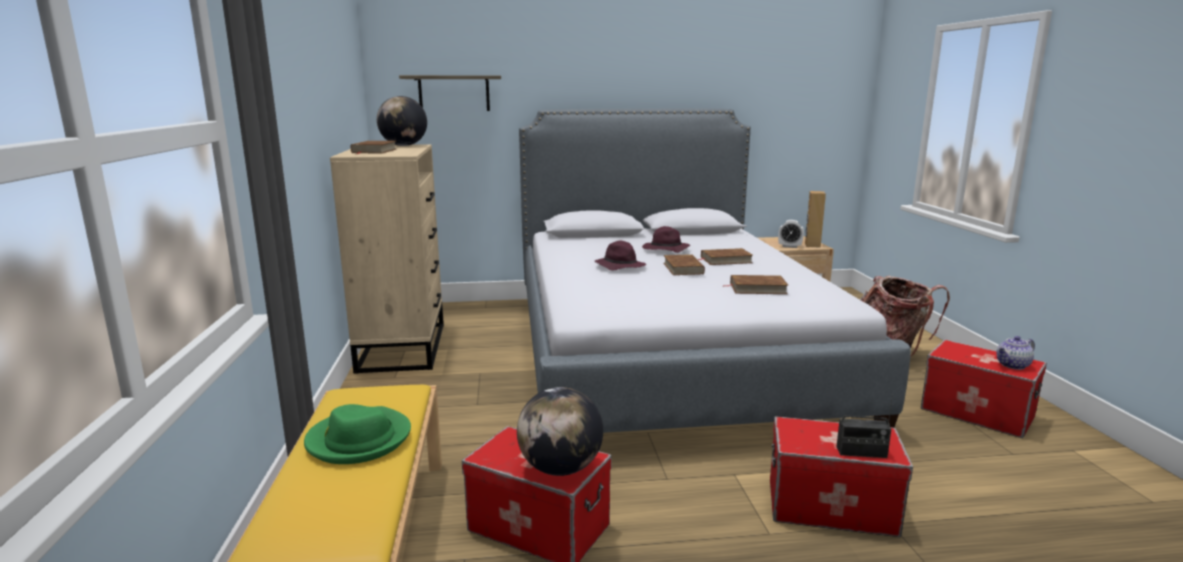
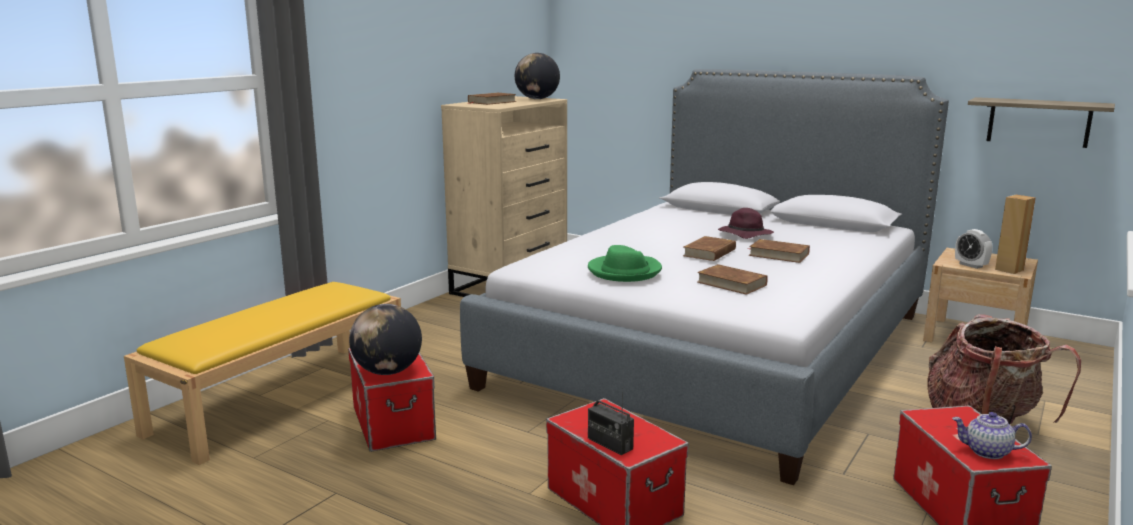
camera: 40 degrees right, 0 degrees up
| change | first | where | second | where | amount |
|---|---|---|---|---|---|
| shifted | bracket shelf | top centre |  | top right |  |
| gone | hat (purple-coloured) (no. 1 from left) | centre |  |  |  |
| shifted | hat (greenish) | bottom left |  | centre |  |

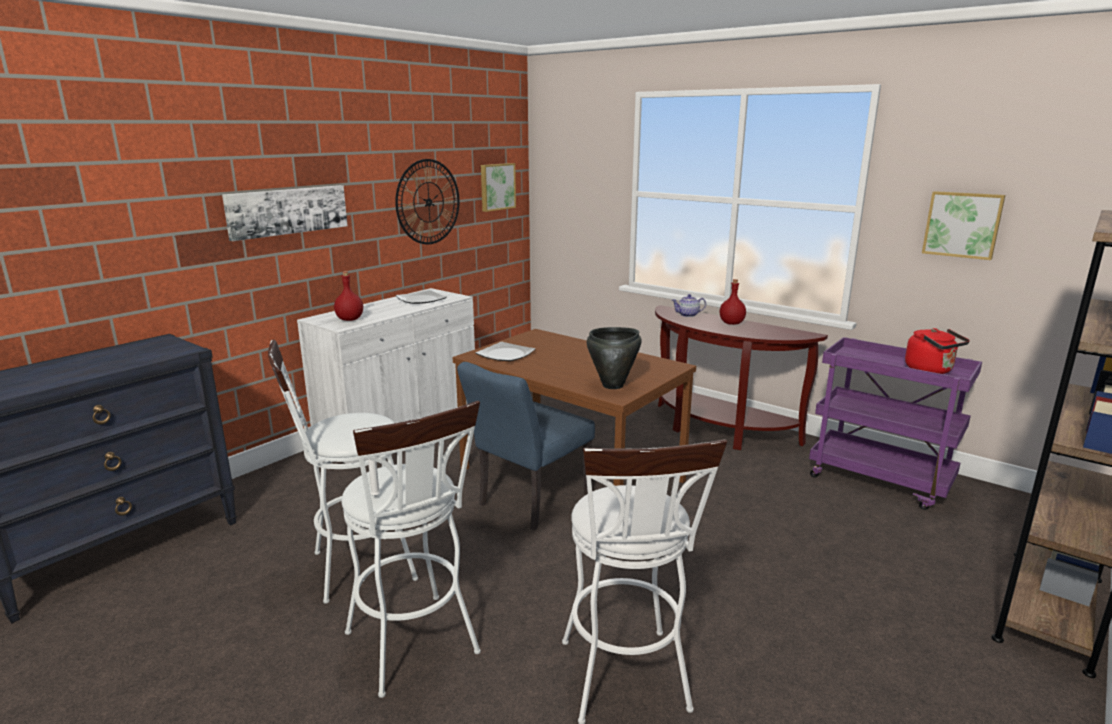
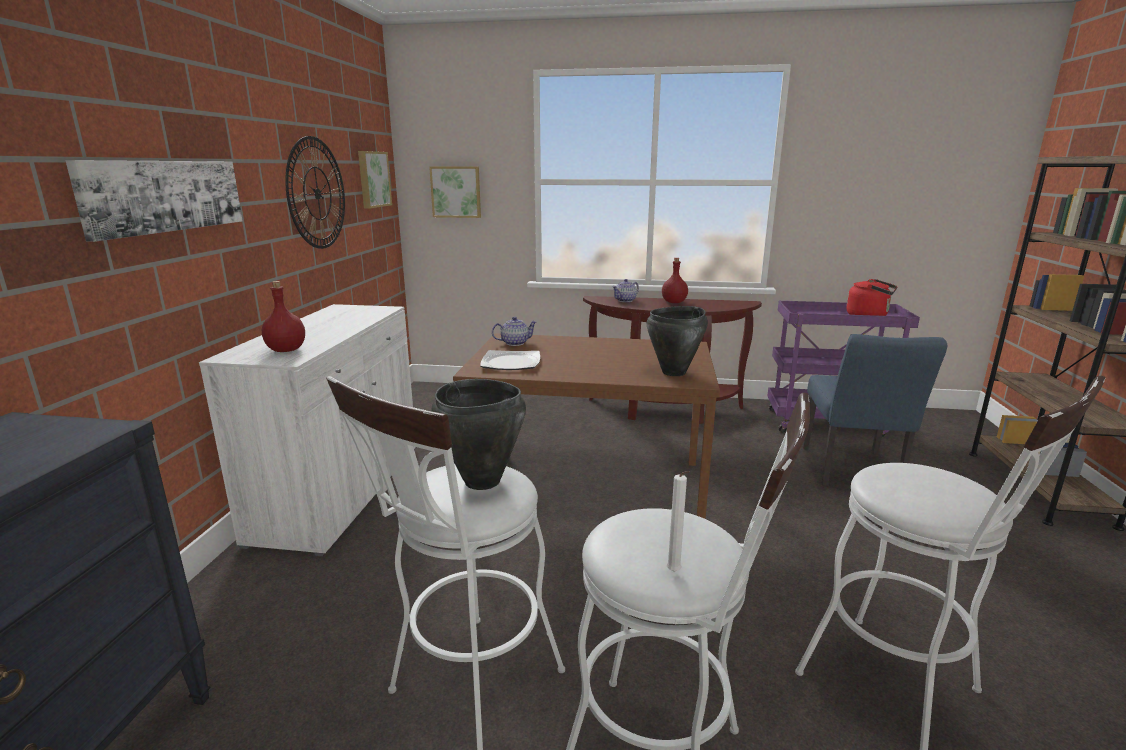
camera: 30 degrees left, 0 degrees up
| change | first | where | second | where | amount |
|---|---|---|---|---|---|
| shifted | wall picture (no. 3 from left) | top right |  | top centre |  |
| gone | plate (no. 1 from left) | centre |  |  |  |
| shifted | chair (bluish) | centre |  | middle right |  |
| new |  |  | teapot (no. 1 from left) | centre |  |
| new |  |  | stockpot (blackish) (no. 1 from left) | centre |  |

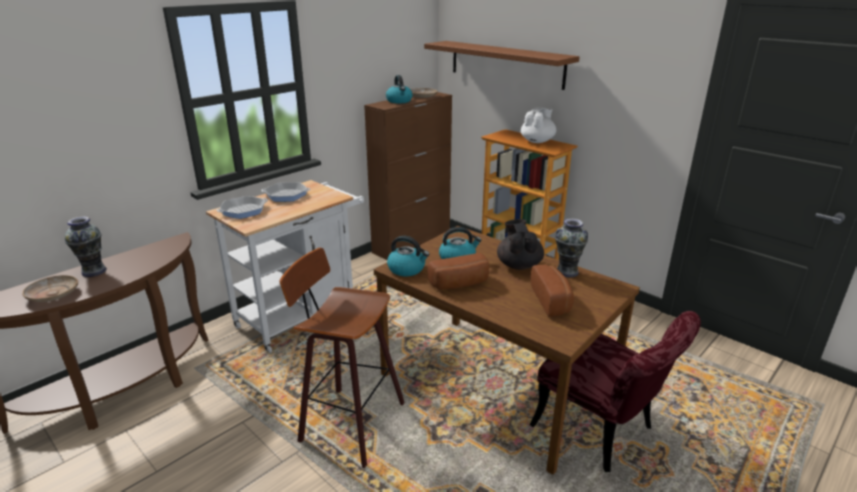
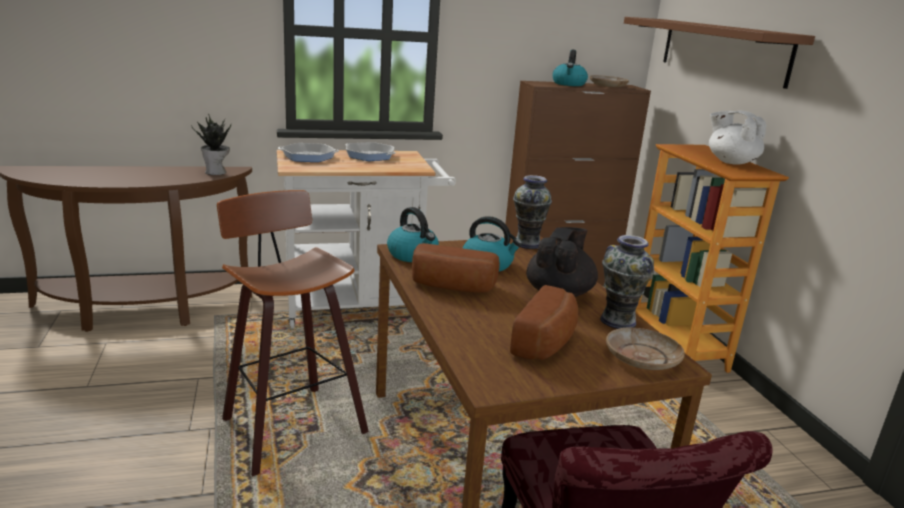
camera: 30 degrees right, 5 degrees down
| change | first | where | second | where | amount |
|---|---|---|---|---|---|
| rotated | teapot (white) | top centre |  | top right | 105 degrees counterclockwise |
| shifted | decorative vase (no. 1 from left) | middle left |  | centre |  |
| shifted | plate (sand-coloured) (no. 1 from left in the first image) | middle left | plate (sand-coloured) (no. 2 from left) | bottom right |  |
| new |  |  | houseplant | top left |  |

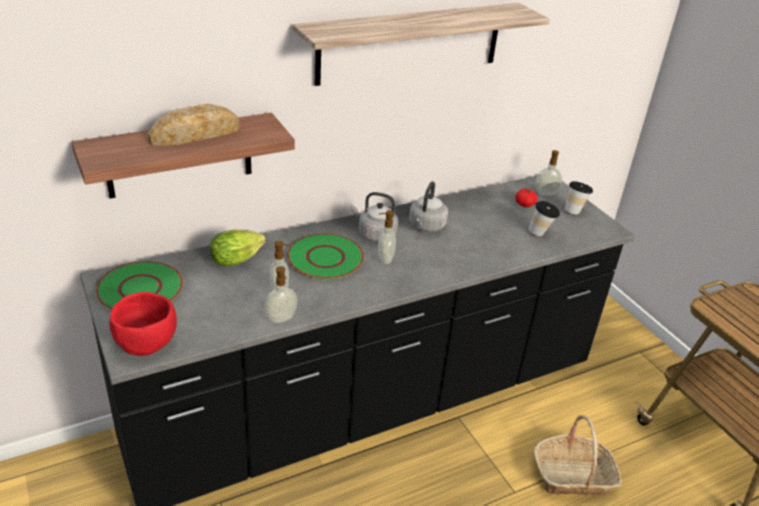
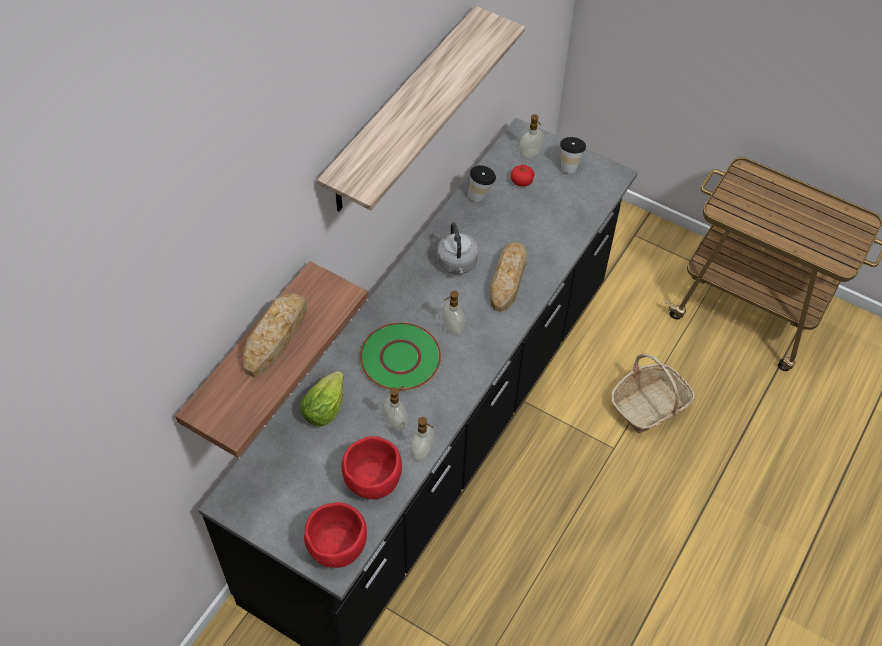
camera: 30 degrees left, 20 degrees up
| change | first | where | second | where | amount |
|---|---|---|---|---|---|
| gone | kettle (grey) (no. 1 from left) | centre |  |  |  |
| shifted | drinking cup (no. 1 from left) | middle right |  | top centre |  |
| gone | plate (greenish) (no. 1 from left) | middle left |  |  |  |
| new |  |  | baked bread (no. 2 from left) | centre |  |
| new |  |  | serving bowl (red) (no. 2 from left) | bottom centre |  |

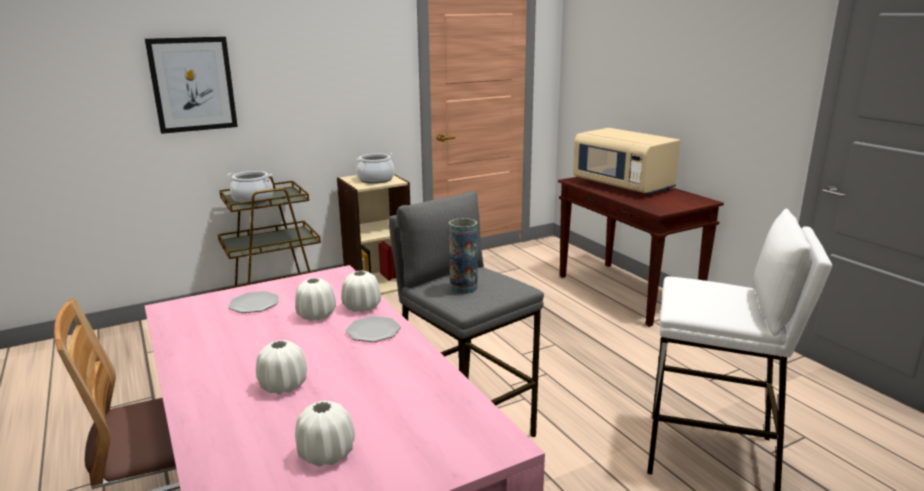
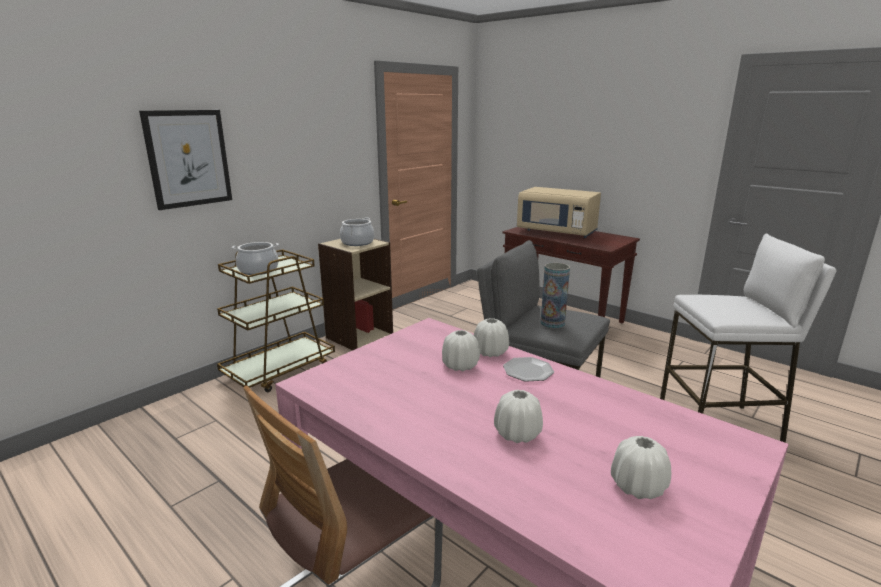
camera: 20 degrees left, 0 degrees up
| change | first | where | second | where | amount |
|---|---|---|---|---|---|
| gone | plate (no. 1 from left) | middle left |  |  |  |

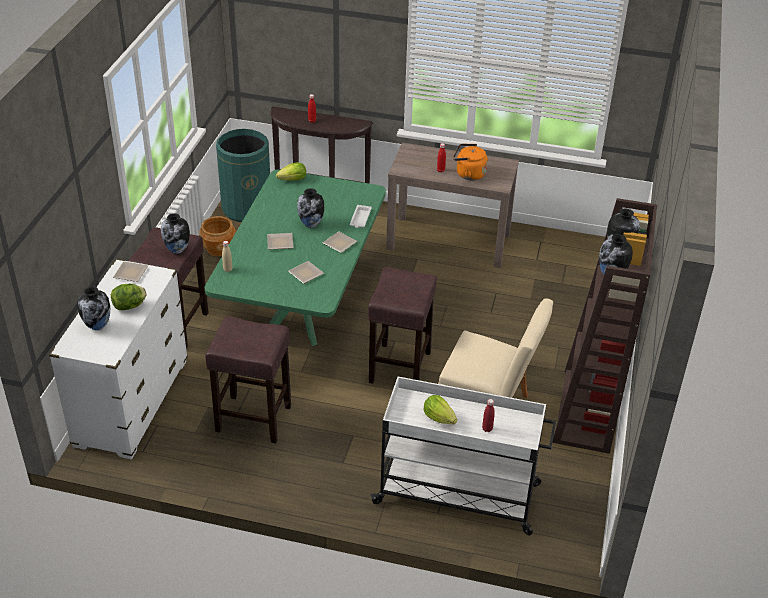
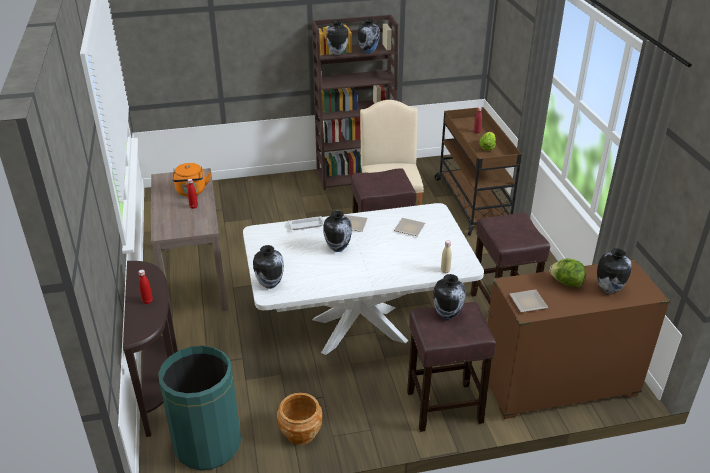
camera: 115 degrees left, 5 degrees down
| change | first | where | second | where | amount |
|---|---|---|---|---|---|
| swapped | lettuce (no. 2 from left) | top centre | decorative vase (no. 1 from left) | centre |  |
| repainted | dining table (greenish) | centre | dining table (white) | centre |  |
| gone | plate (no. 2 from left) | centre |  |  |  |
| repainted | chest of drawers (white) | middle left | chest of drawers (brownish) | bottom right |  |
| repainted | cart (white) | bottom centre | cart (brownish) | middle right |  |

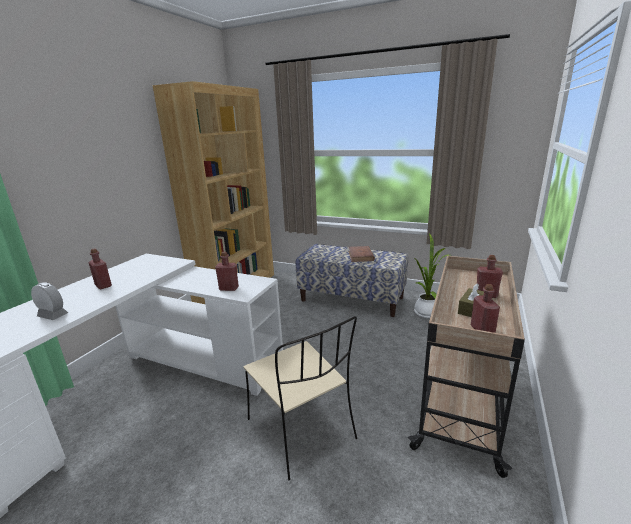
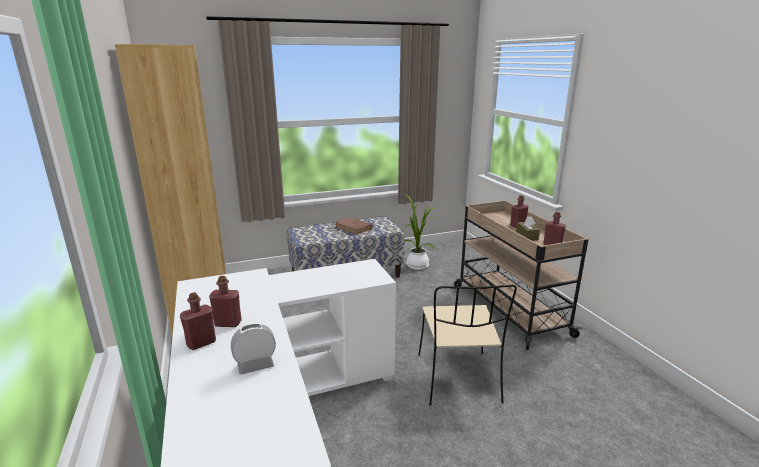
camera: 45 degrees left, 0 degrees up
| change | first | where | second | where | amount |
|---|---|---|---|---|---|
| shifted | beverage bottle (red) (no. 2 from left in the first image) | centre | beverage bottle (red) (no. 1 from left) | bottom left |  |
| rotated | chair (sand-coloured) | bottom centre |  | bottom centre | 75 degrees clockwise |

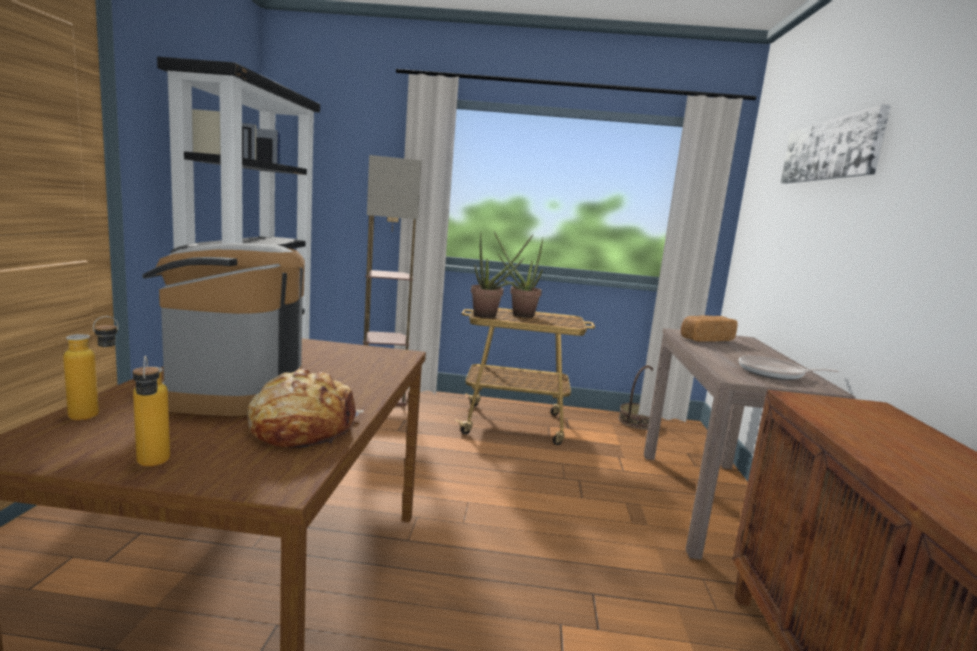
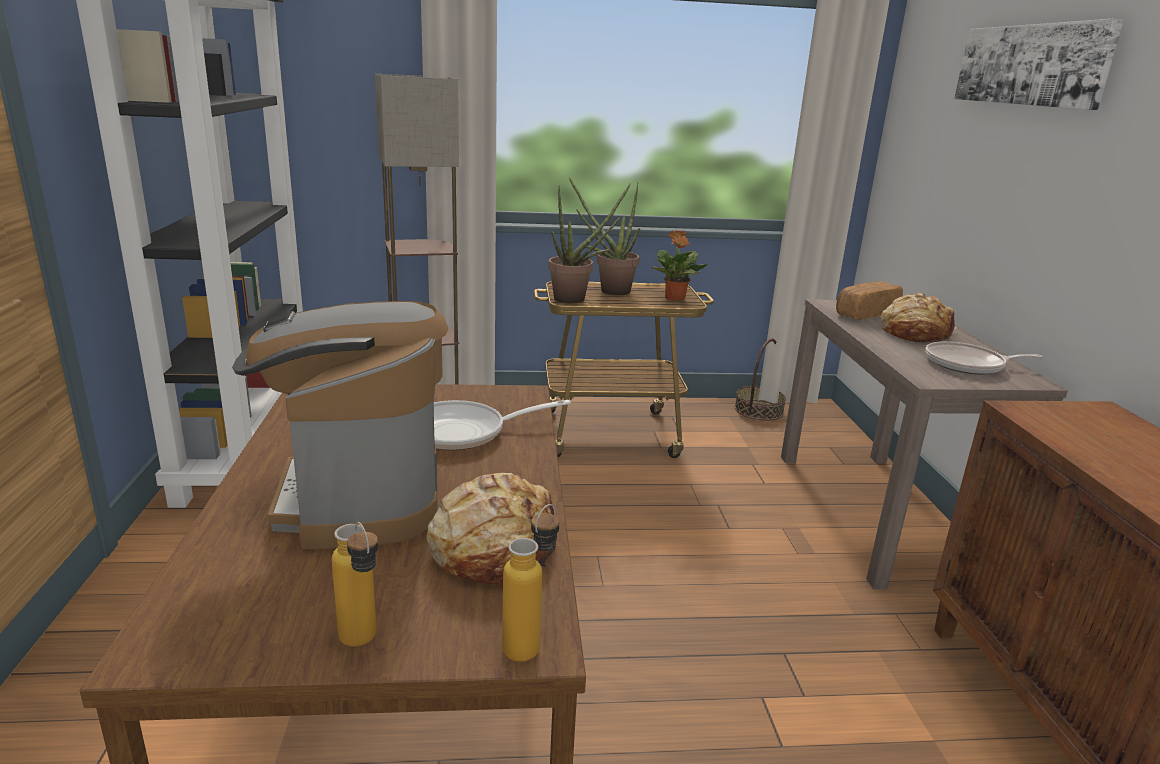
camera: 10 degrees left, 10 degrees up
| change | first | where | second | where | amount |
|---|---|---|---|---|---|
| shifted | beverage bottle (no. 1 from left in the first image) | middle left | beverage bottle (no. 2 from left) | bottom centre |  |
| new |  |  | houseplant (no. 3 from left) | centre |  |
| new |  |  | baked bread (no. 3 from left) | middle right |  |
| new |  |  | skillet (no. 1 from left) | centre |  |

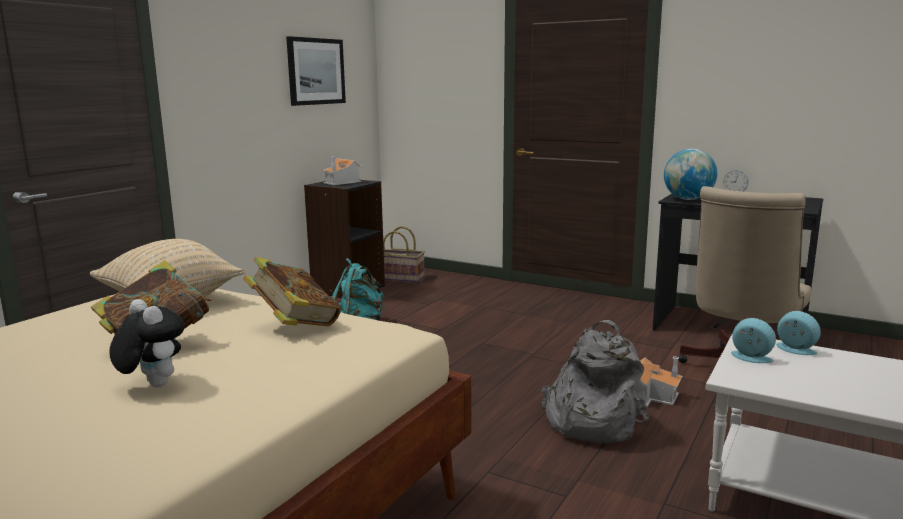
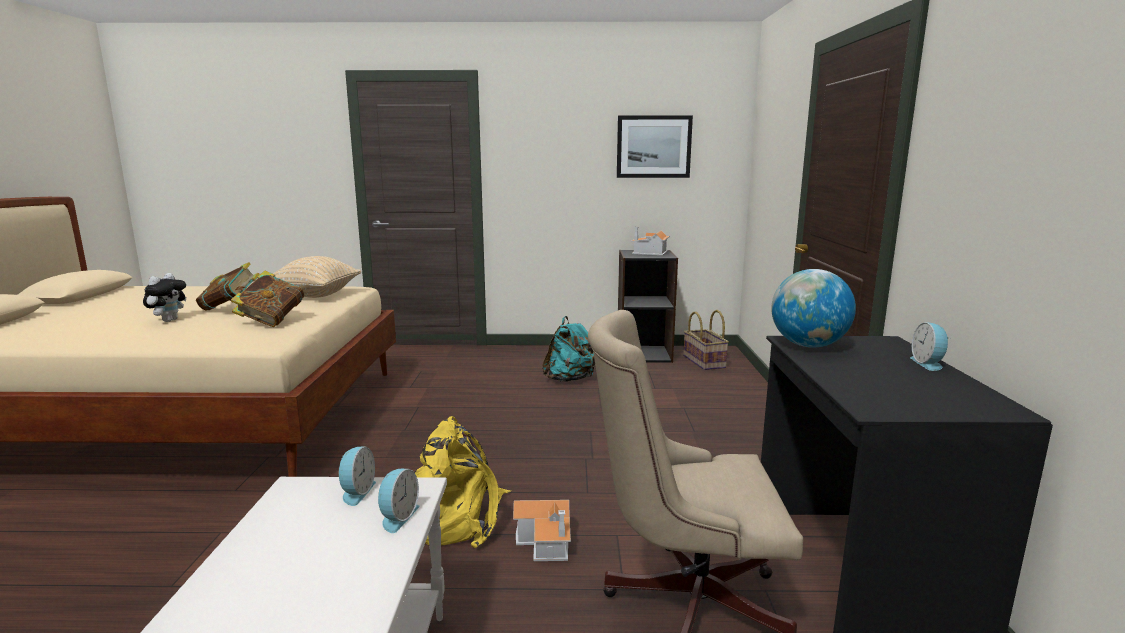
camera: 60 degrees right, 0 degrees up
| change | first | where | second | where | amount |
|---|---|---|---|---|---|
| repainted | backpack (grey) | bottom centre | backpack (yellowish) | bottom centre |  |

